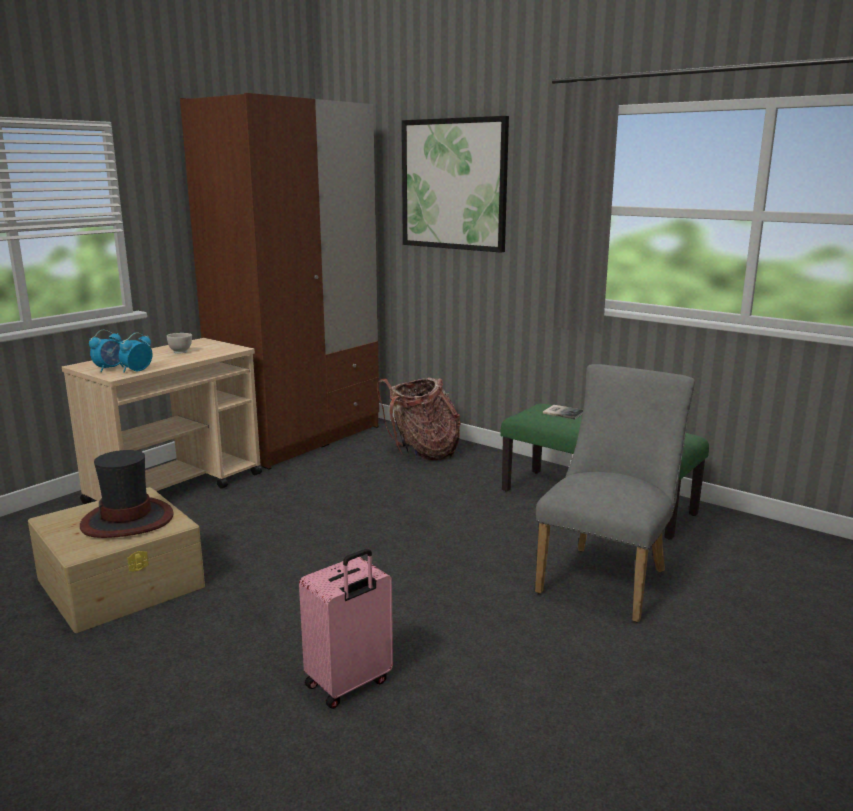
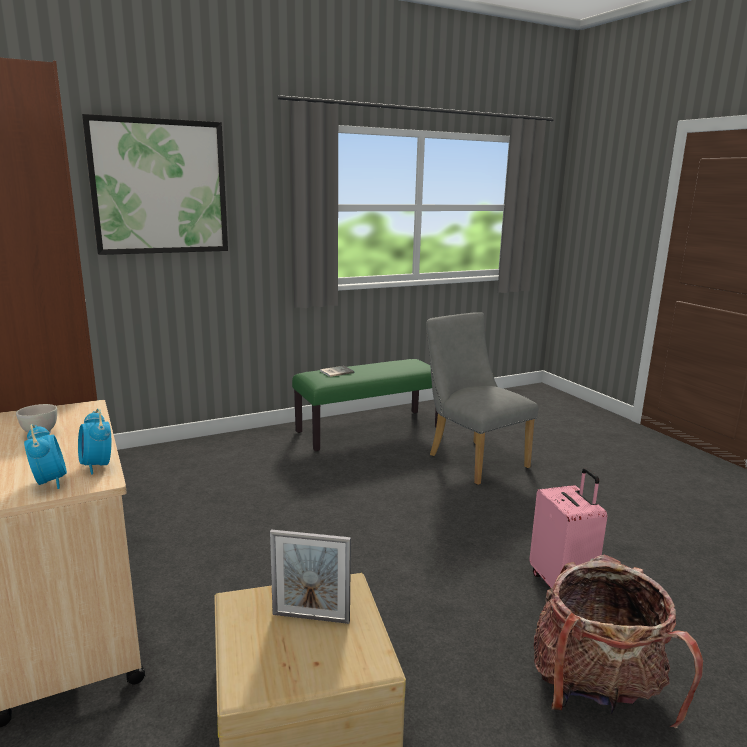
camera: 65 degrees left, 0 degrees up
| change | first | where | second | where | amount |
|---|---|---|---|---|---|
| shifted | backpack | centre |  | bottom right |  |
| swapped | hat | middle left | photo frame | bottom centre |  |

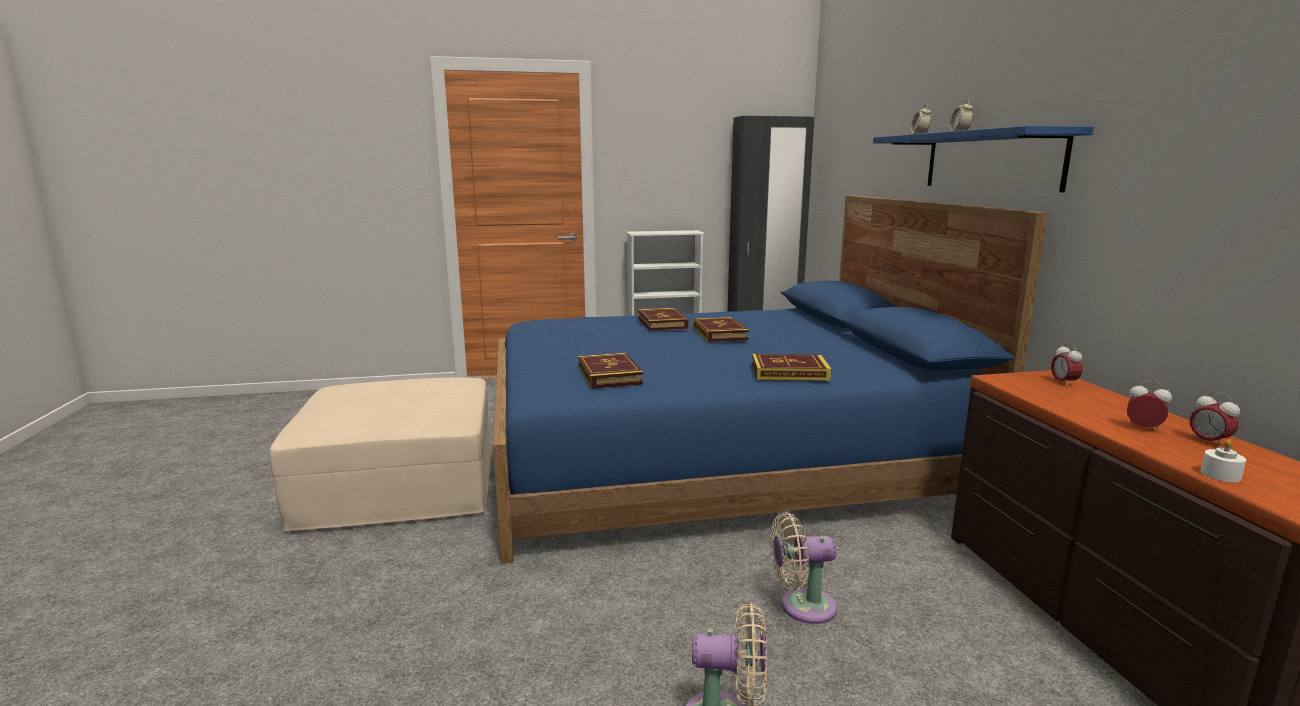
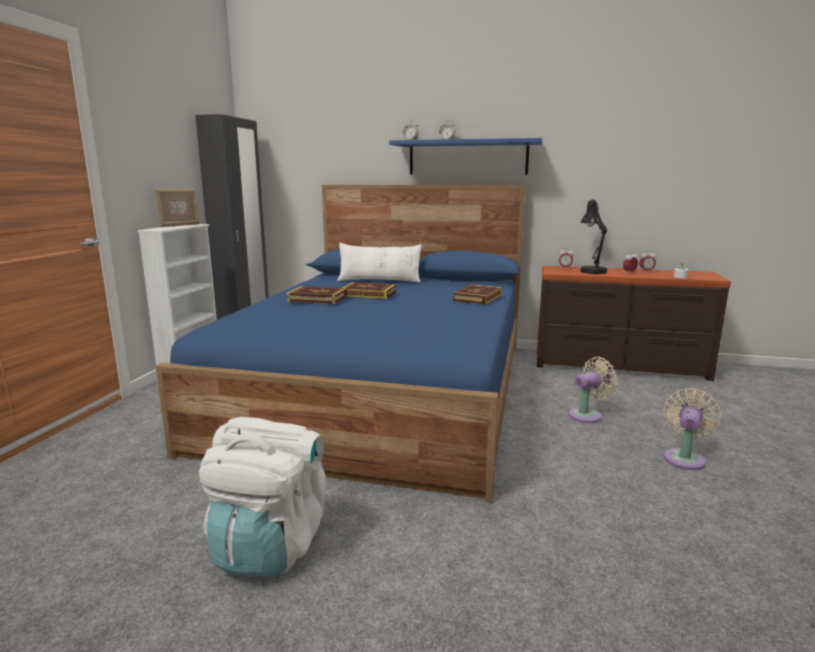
camera: 65 degrees left, 0 degrees up
| change | first | where | second | where | amount |
|---|---|---|---|---|---|
| gone | book (no. 1 from left) | centre |  |  |  |
| swapped | footrest (sand-coloured) | middle left | backpack (white) | bottom left |  |
| rotated | fan (sand-coloured) (no. 2 from left in the first image) | bottom centre | fan (sand-coloured) (no. 1 from left) | middle right | 135 degrees counterclockwise |
| new |  |  | photo frame | top left |  |
| new |  |  | lamp for a table (blackish) | middle right |  |
| new |  |  | throw pillow (white) | centre |  |

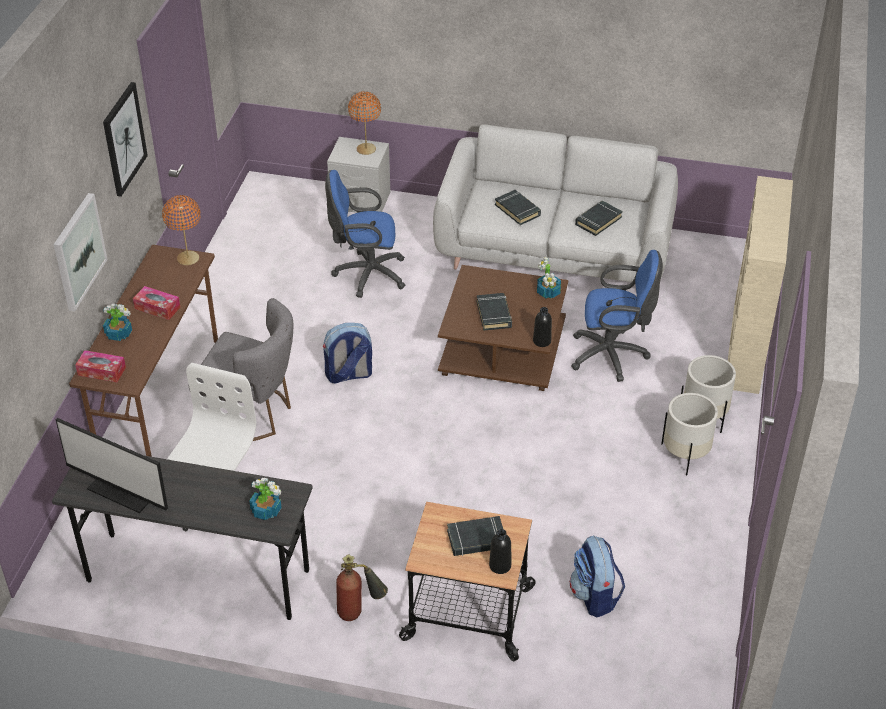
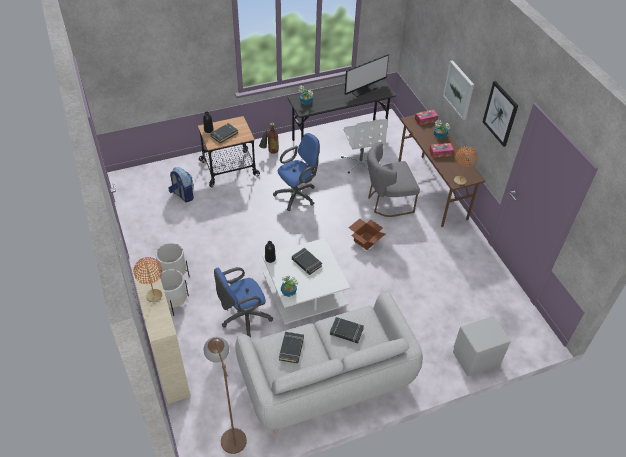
camera: 145 degrees right, 5 degrees up
| change | first | where | second | where | amount |
|---|---|---|---|---|---|
| shifted | lamp for a table (orangey) (no. 2 from left in the first image) | top centre | lamp for a table (orangey) (no. 1 from left) | middle left |  |
| shifted | desk chair (bluish) (no. 1 from left in the first image) | top centre | desk chair (bluish) (no. 2 from left) | centre |  |
| repainted | coffee table (brownish) | centre | coffee table (white) | centre |  |
| swapped | backpack (no. 1 from left) | centre | carton | centre |  |
| rotated | monitor | middle left |  | top centre | 150 degrees clockwise |
| new |  |  | standing lamp (brownish) | bottom centre |  |

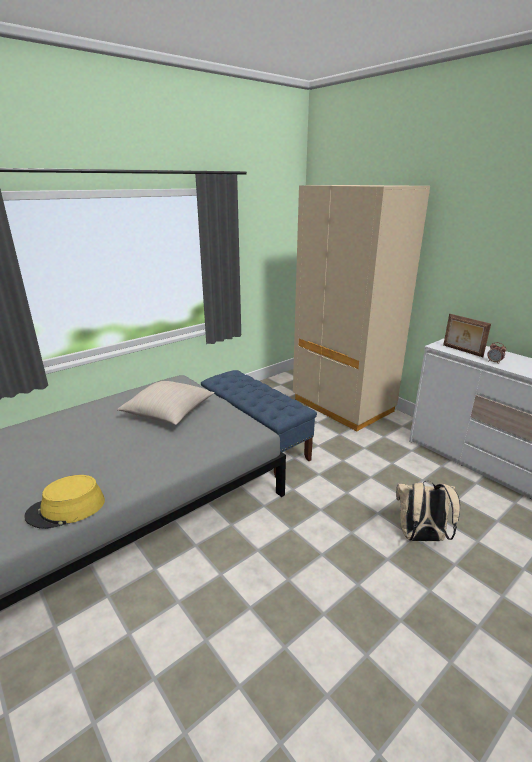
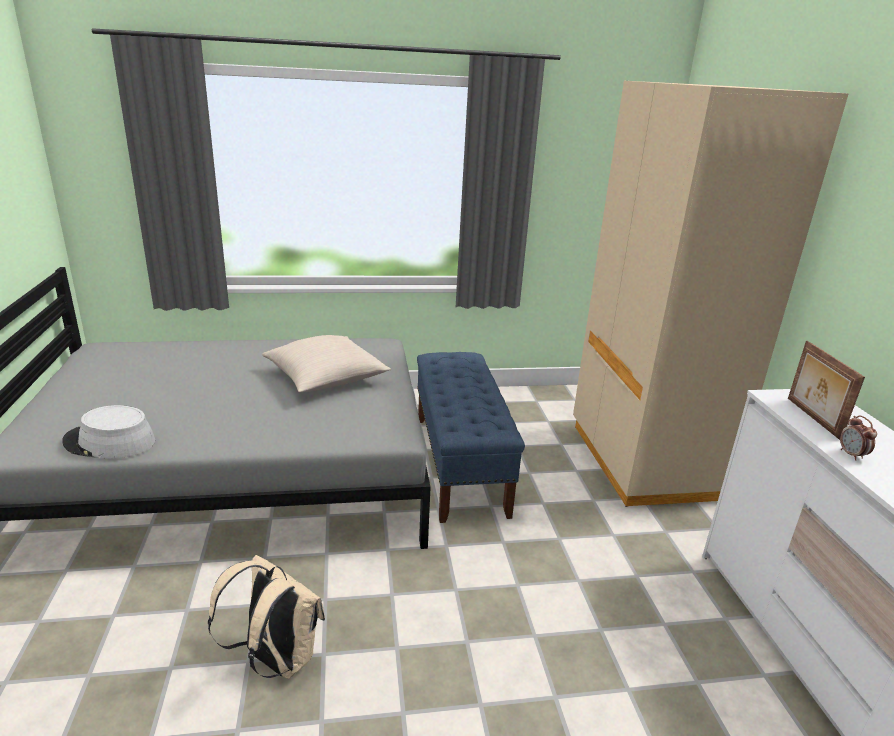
camera: 30 degrees right, 0 degrees up
| change | first | where | second | where | amount |
|---|---|---|---|---|---|
| repainted | hat (yellowish) | middle left | hat (grey) | middle left |  |
| shifted | backpack (sand-coloured) | bottom right |  | bottom left |  |

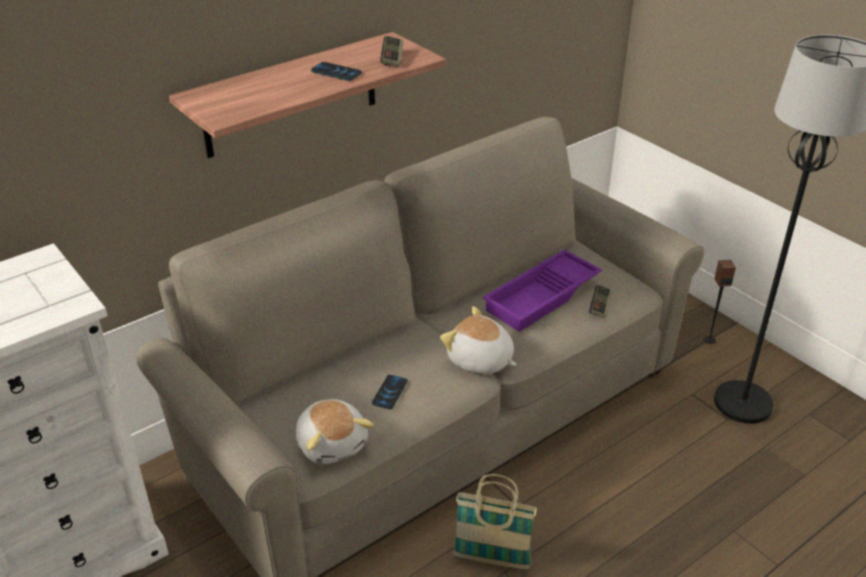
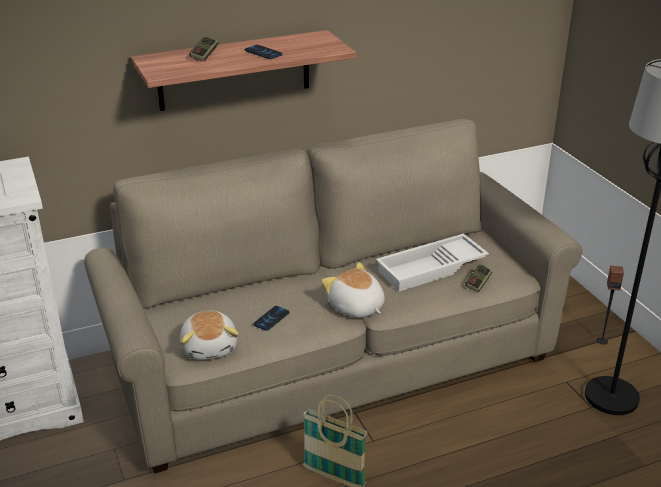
camera: 15 degrees right, 5 degrees down
| change | first | where | second | where | amount |
|---|---|---|---|---|---|
| shifted | gamepad (no. 1 from left) | top centre |  | top left |  |
| repainted | serving tray (purple-coloured) | centre | serving tray (white) | centre |  |

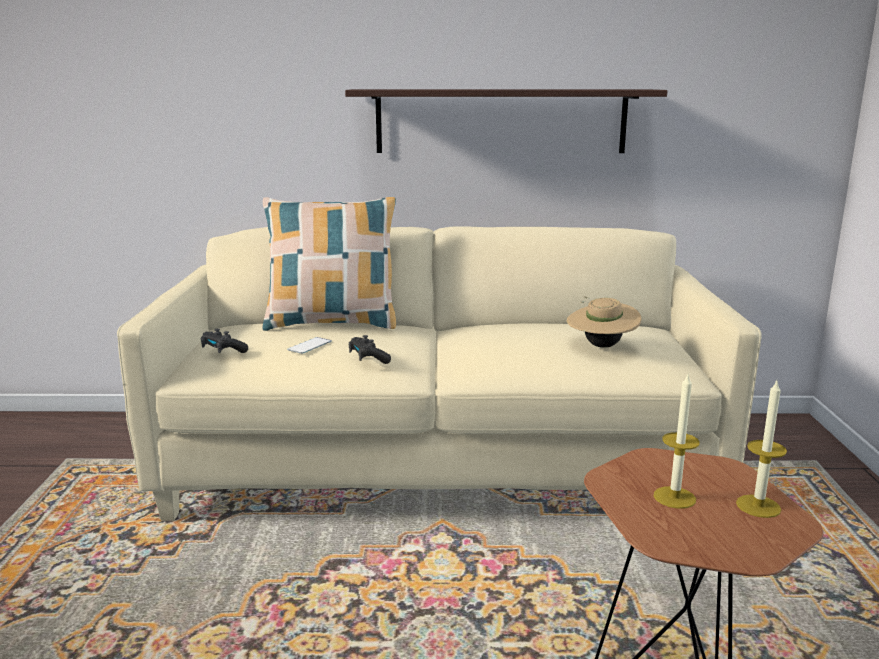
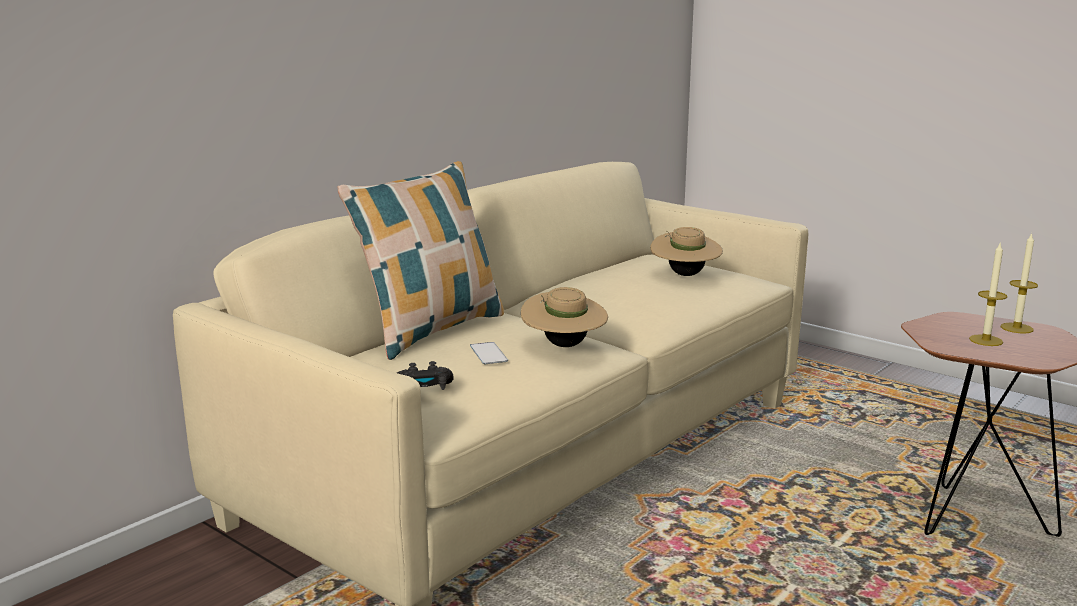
camera: 50 degrees left, 0 degrees up
| change | first | where | second | where | amount |
|---|---|---|---|---|---|
| gone | bracket shelf | top centre |  |  |  |
| swapped | gamepad (blackish) (no. 2 from left) | centre | hat (sand-coloured) (no. 1 from left) | centre |  |

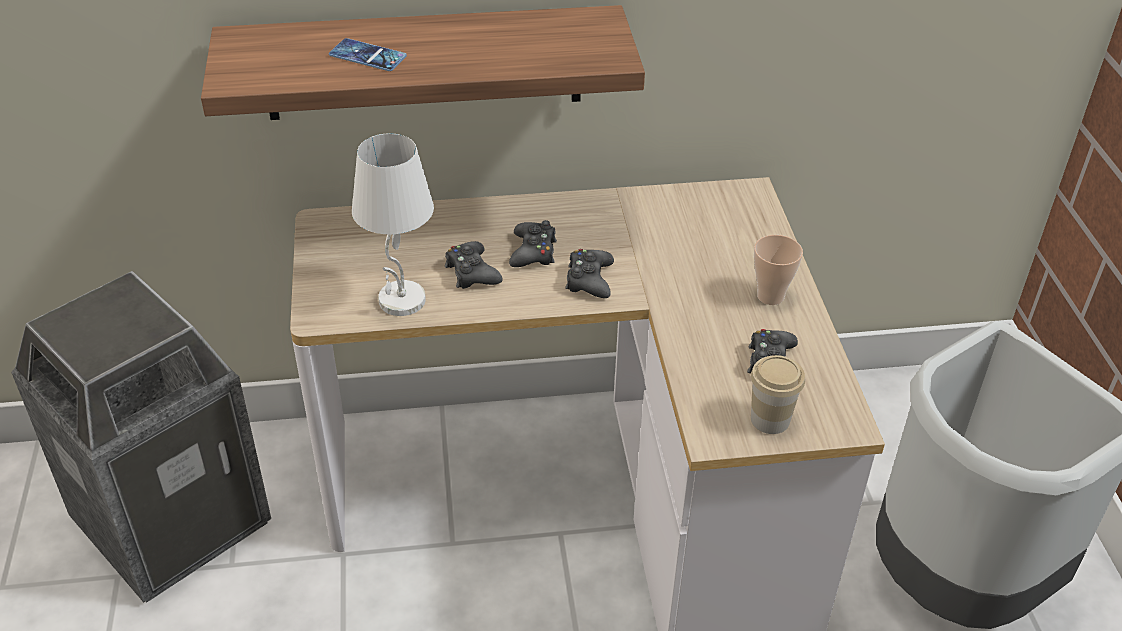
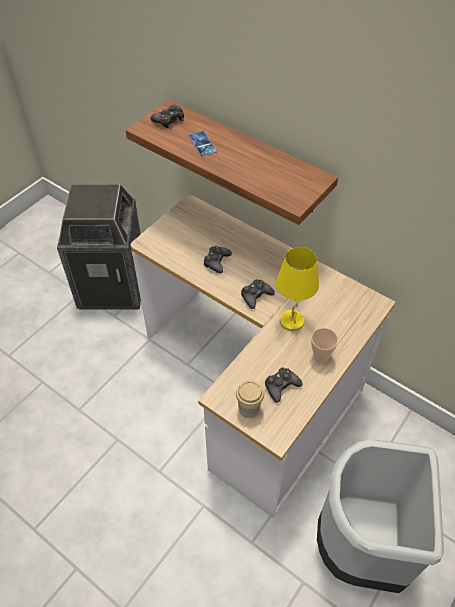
camera: 45 degrees right, 10 degrees up
| change | first | where | second | where | amount |
|---|---|---|---|---|---|
| gone | lamp for a table (white) | centre |  |  |  |
| shifted | gamepad (blackish) (no. 2 from left in the first image) | centre | gamepad (blackish) (no. 1 from left) | top centre |  |
| new |  |  | lamp for a table (yellowish) | centre |  |

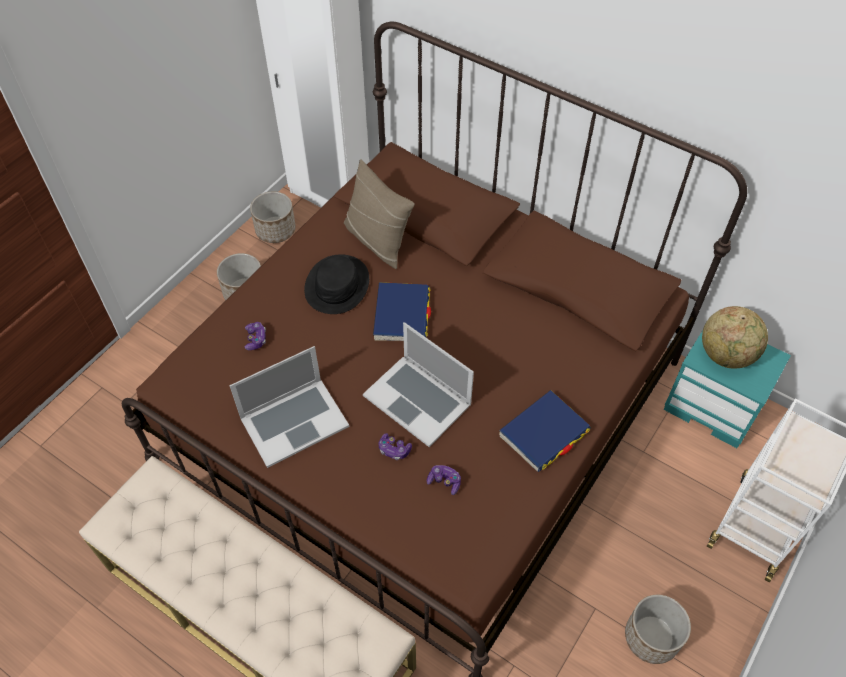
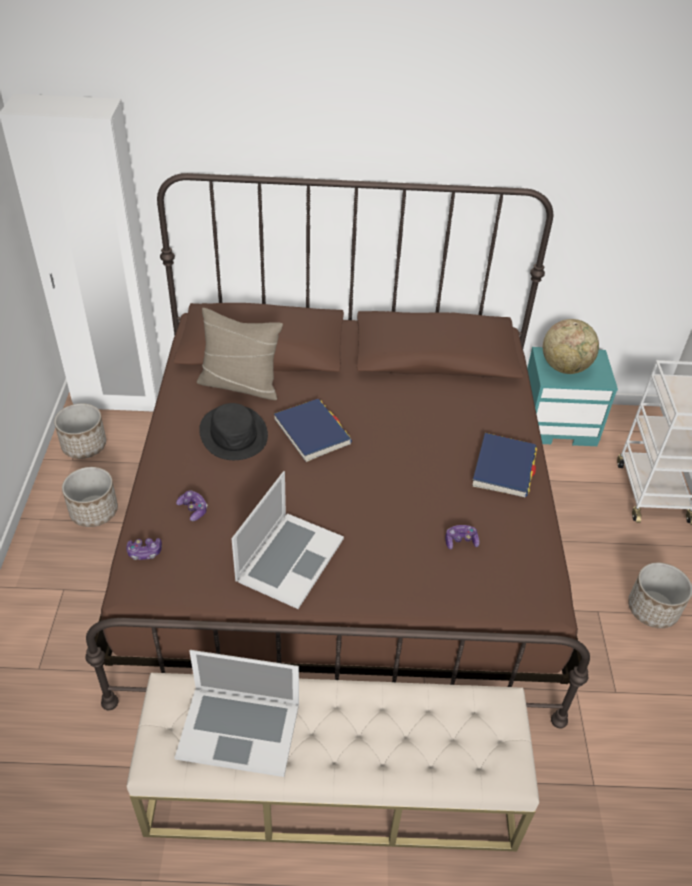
camera: 35 degrees left, 10 degrees down
| change | first | where | second | where | amount |
|---|---|---|---|---|---|
| shifted | laptop (no. 2 from left in the first image) | centre | laptop (no. 1 from left) | bottom centre |  |
| shifted | gamepad (no. 2 from left in the first image) | centre | gamepad (no. 1 from left) | middle left |  |

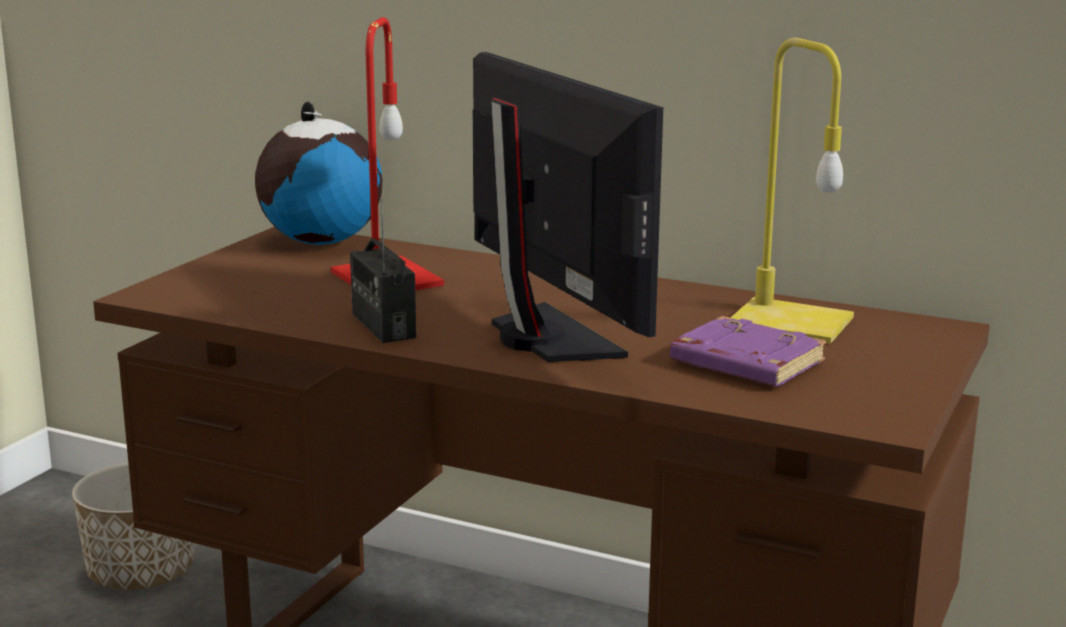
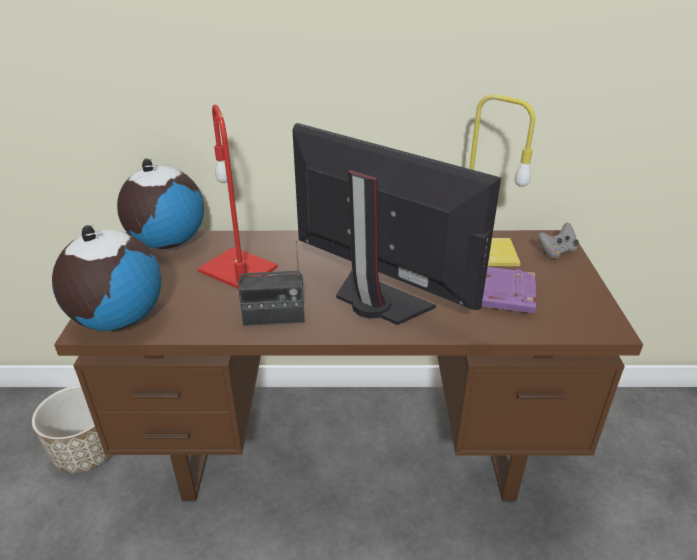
camera: 25 degrees left, 15 degrees up
| change | first | where | second | where | amount |
|---|---|---|---|---|---|
| rotated | radio | centre |  | centre | 45 degrees counterclockwise |
| new |  |  | gamepad (grey) | middle right |  |
| new |  |  | globe (no. 1 from left) | middle left |  |

